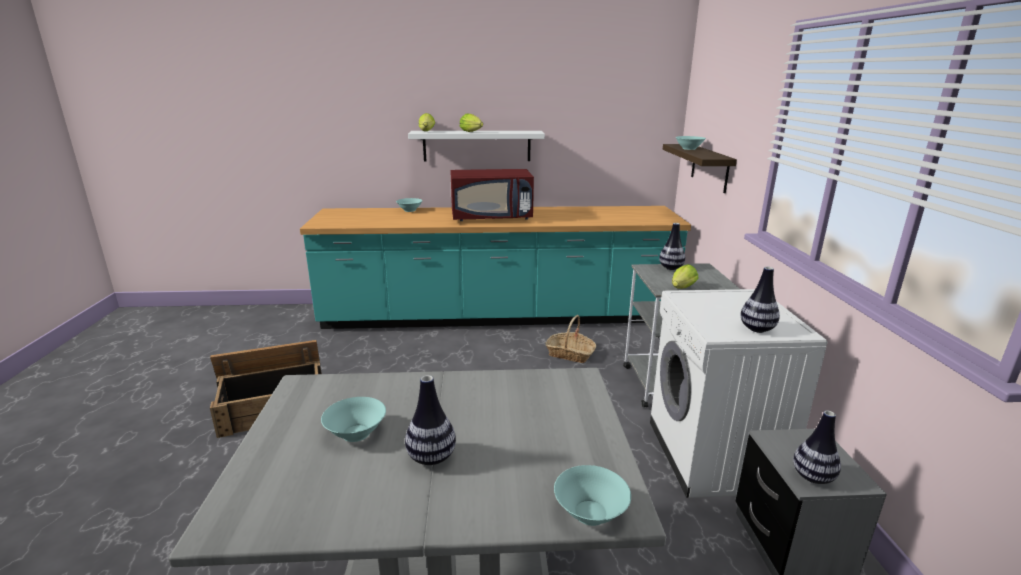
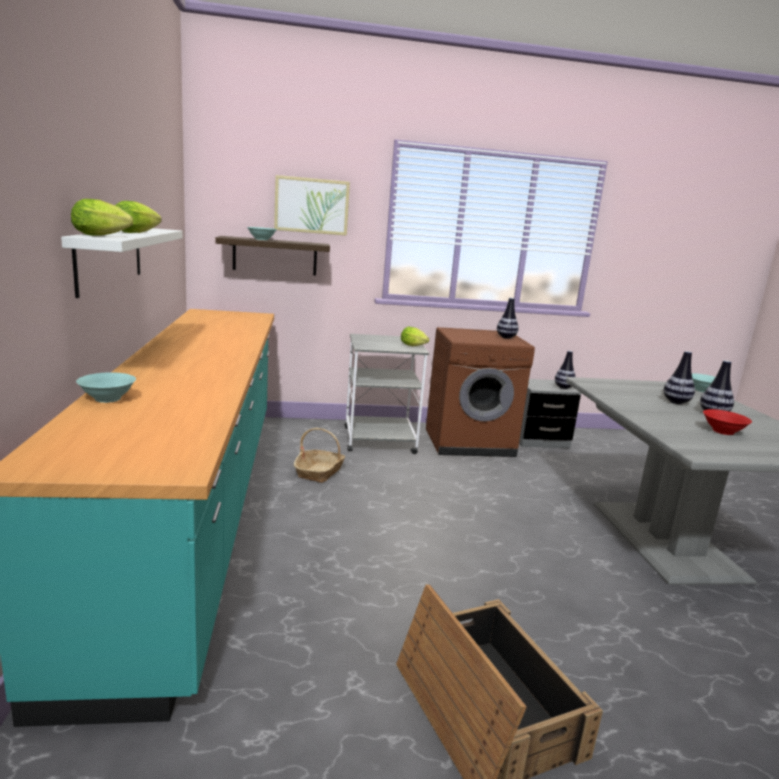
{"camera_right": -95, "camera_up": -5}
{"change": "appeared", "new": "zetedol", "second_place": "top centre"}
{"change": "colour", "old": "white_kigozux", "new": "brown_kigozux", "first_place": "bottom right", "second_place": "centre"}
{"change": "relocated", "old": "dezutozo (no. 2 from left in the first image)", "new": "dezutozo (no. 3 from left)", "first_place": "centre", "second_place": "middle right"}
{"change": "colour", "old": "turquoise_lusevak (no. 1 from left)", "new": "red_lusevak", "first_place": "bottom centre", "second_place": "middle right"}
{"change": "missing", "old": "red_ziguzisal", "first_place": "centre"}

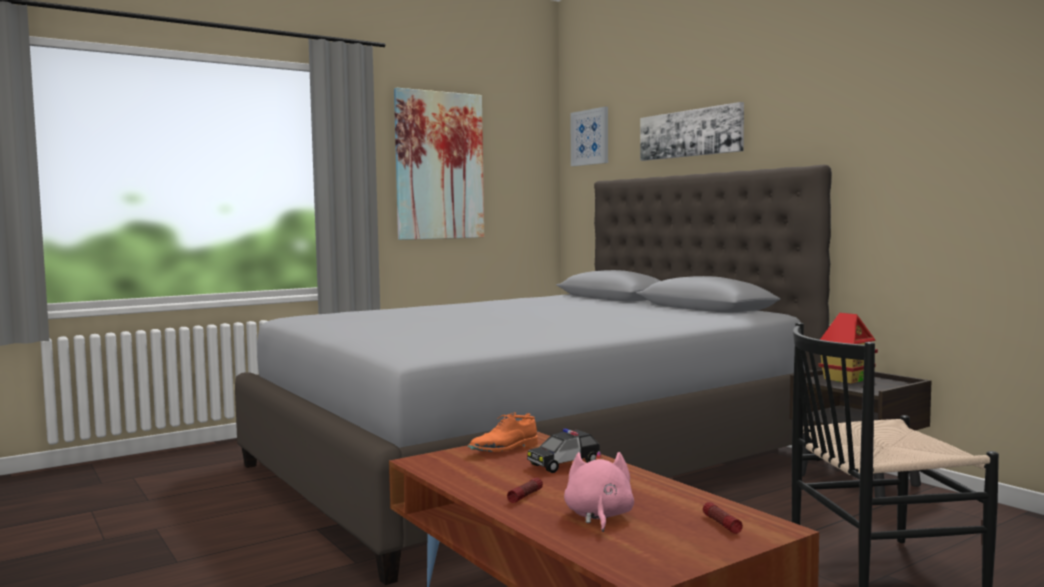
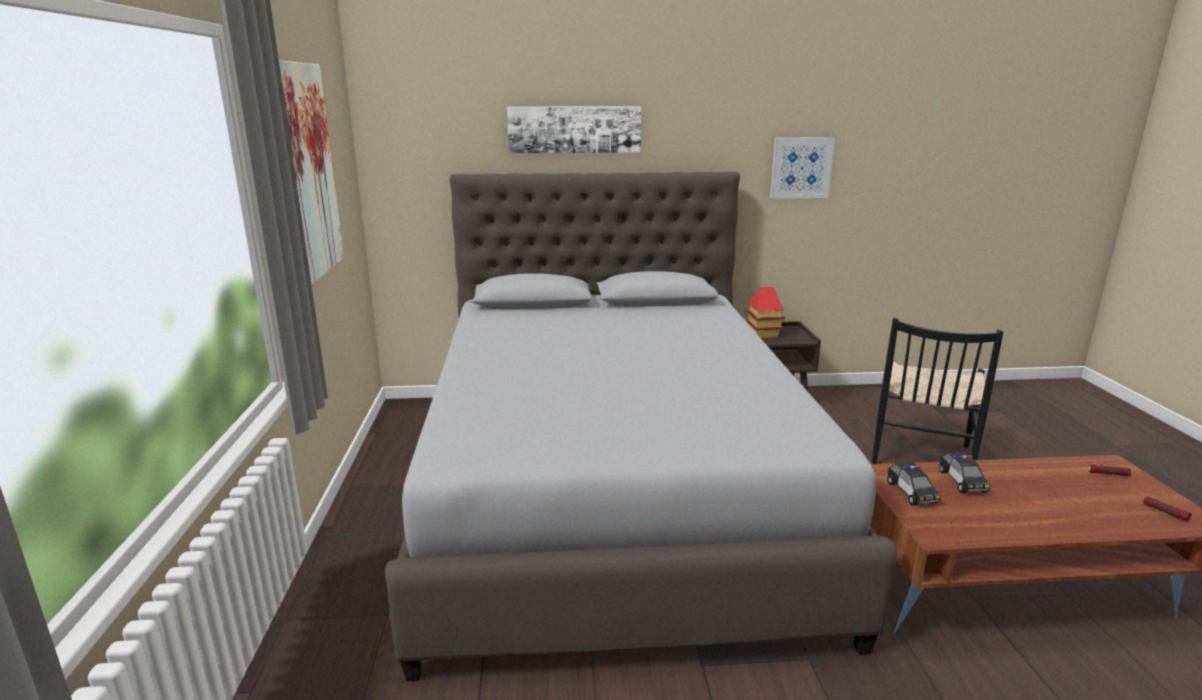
{"camera_right": -60, "camera_up": 15}
{"change": "relocated", "old": "zetedol (no. 2 from left in the first image)", "new": "zetedol (no. 3 from left)", "first_place": "top centre", "second_place": "top right"}
{"change": "exchanged", "old": "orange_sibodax", "new": "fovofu (no. 1 from left)", "first_place": "bottom centre", "second_place": "bottom right"}
{"change": "relocated", "old": "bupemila (no. 1 from left in the first image)", "new": "bupemila (no. 2 from left)", "first_place": "bottom centre", "second_place": "bottom right"}
{"change": "missing", "old": "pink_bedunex", "first_place": "bottom centre"}

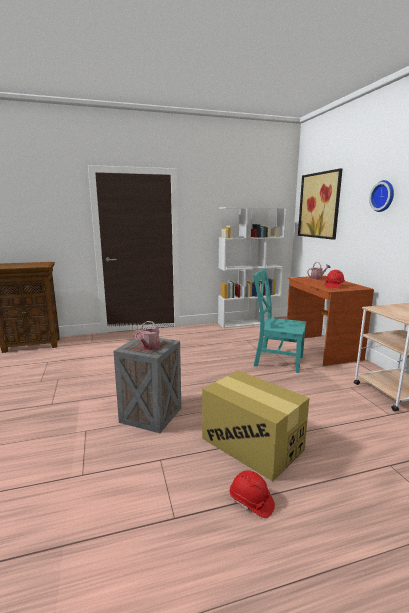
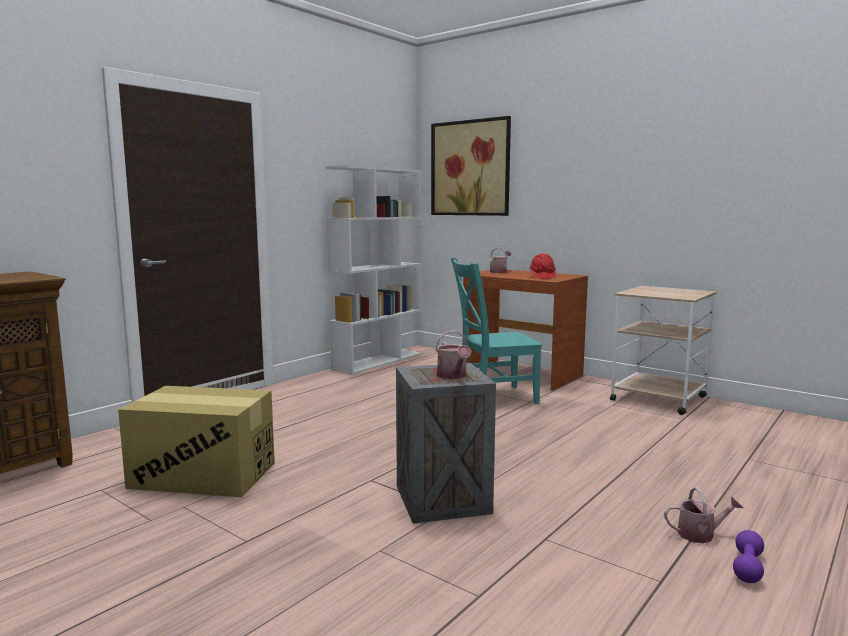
{"camera_right": -35, "camera_up": -5}
{"change": "relocated", "old": "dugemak", "first_place": "bottom centre", "second_place": "bottom left"}
{"change": "exchanged", "old": "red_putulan (no. 1 from left)", "new": "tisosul (no. 3 from left)", "first_place": "bottom centre", "second_place": "bottom right"}
{"change": "appeared", "new": "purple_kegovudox", "second_place": "bottom right"}
{"change": "missing", "old": "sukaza", "first_place": "top right"}

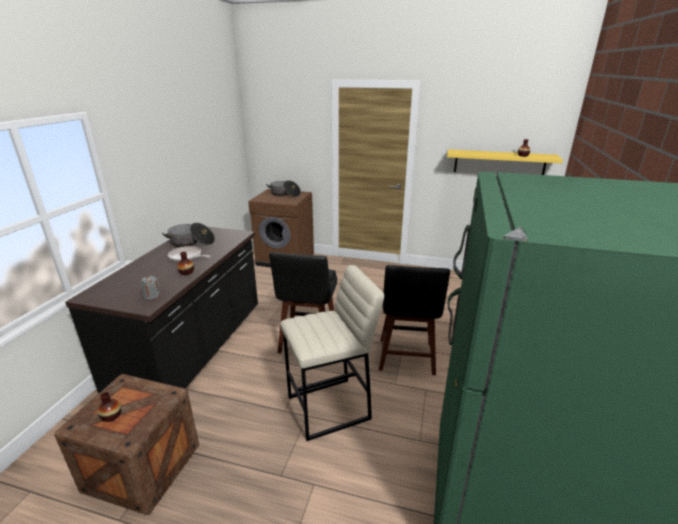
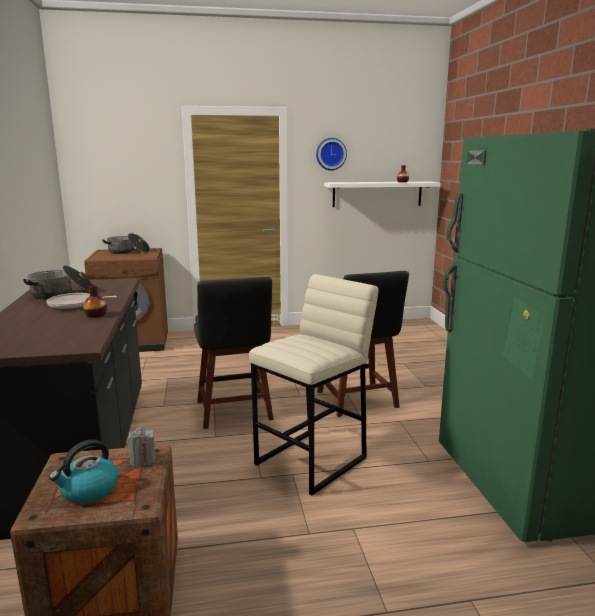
{"camera_right": -25, "camera_up": -10}
{"change": "exchanged", "old": "dezutozo (no. 1 from left)", "new": "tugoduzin", "first_place": "bottom left", "second_place": "bottom left"}
{"change": "relocated", "old": "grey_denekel", "first_place": "middle left", "second_place": "bottom left"}
{"change": "appeared", "new": "sukaza", "second_place": "top centre"}
{"change": "colour", "old": "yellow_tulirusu", "new": "white_tulirusu", "first_place": "top right", "second_place": "top centre"}

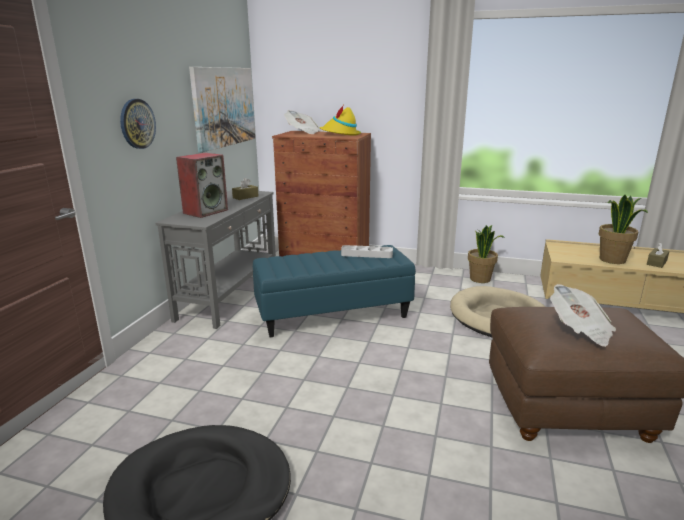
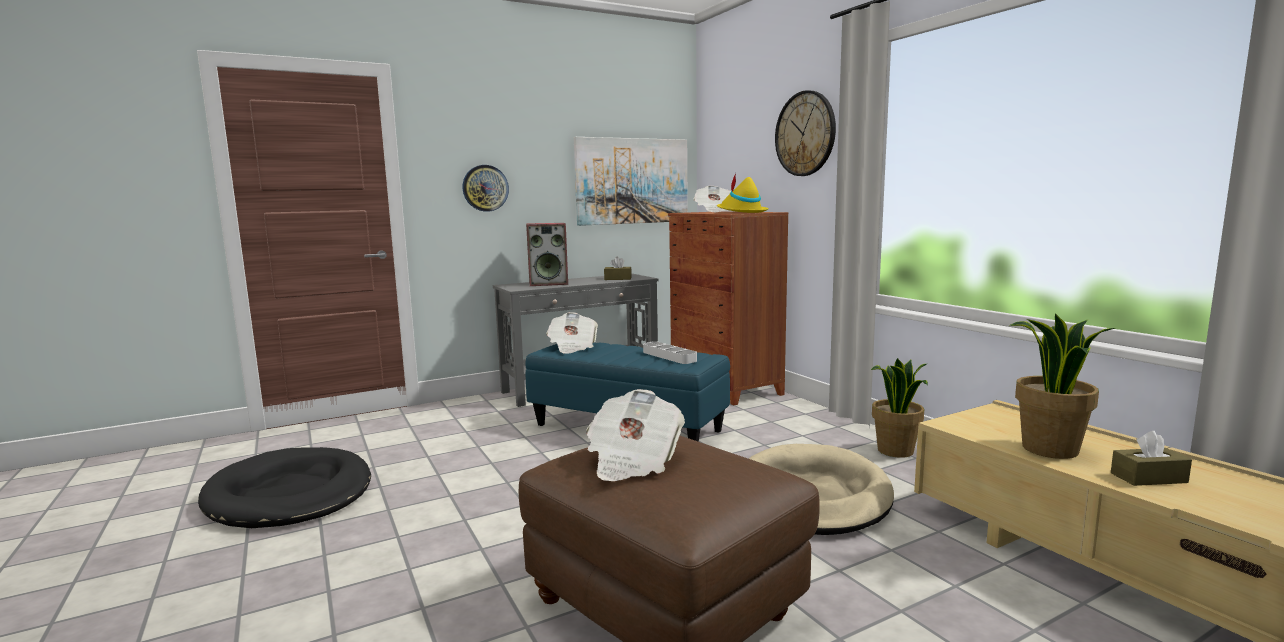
{"camera_right": 45, "camera_up": -10}
{"change": "appeared", "new": "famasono (no. 1 from left)", "second_place": "centre"}
{"change": "appeared", "new": "sukaza (no. 2 from left)", "second_place": "top centre"}

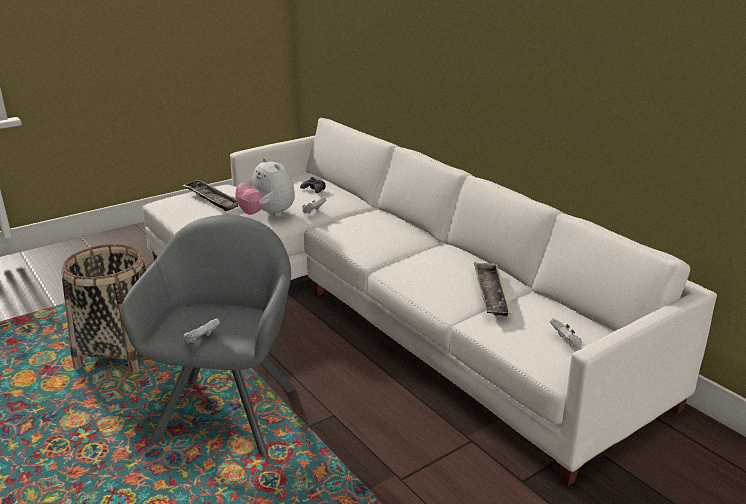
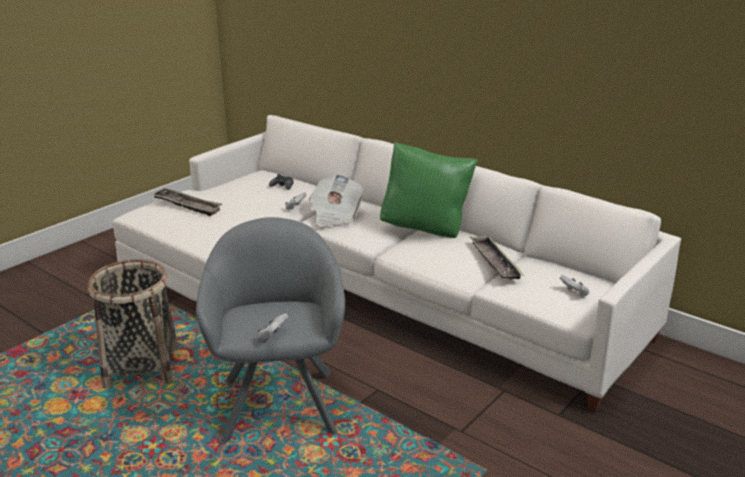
{"camera_right": -15, "camera_up": 0}
{"change": "appeared", "new": "famasono", "second_place": "centre"}
{"change": "appeared", "new": "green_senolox", "second_place": "centre"}
{"change": "missing", "old": "bedunex", "first_place": "centre"}

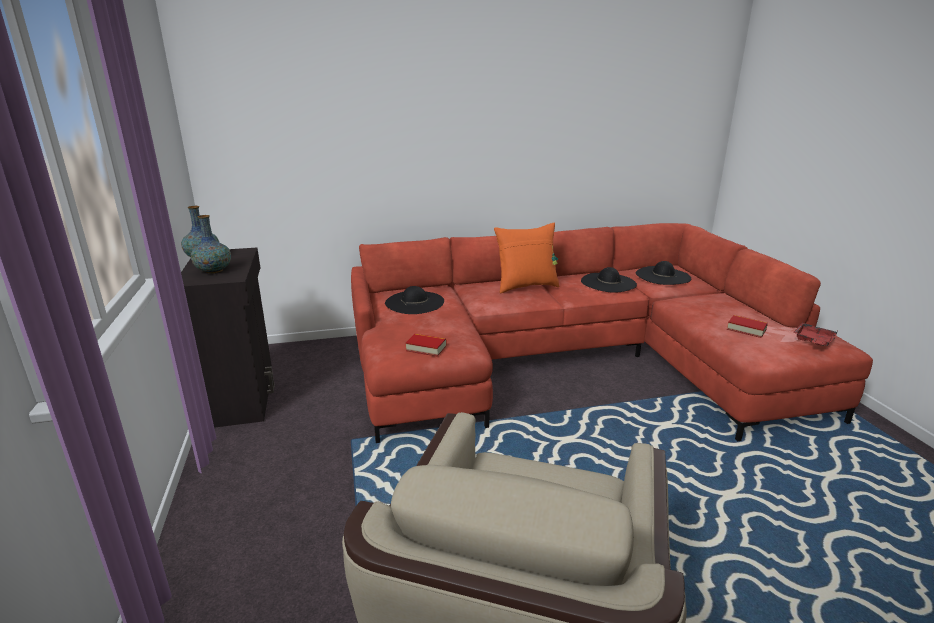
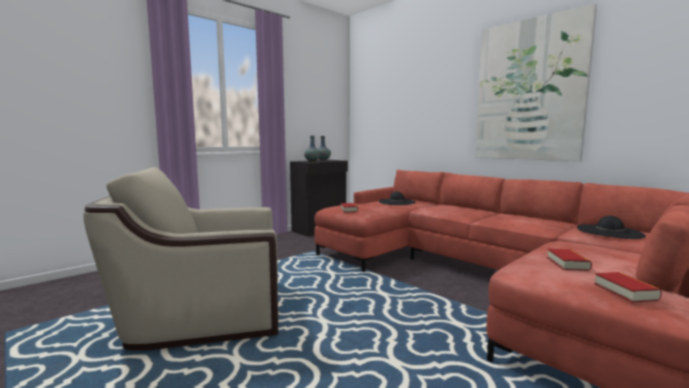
{"camera_right": 60, "camera_up": -15}
{"change": "appeared", "new": "zetedol", "second_place": "top right"}
{"change": "exchanged", "old": "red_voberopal", "new": "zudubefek (no. 3 from left)", "first_place": "middle right", "second_place": "bottom right"}
{"change": "missing", "old": "orange_senolox", "first_place": "centre"}
{"change": "missing", "old": "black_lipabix (no. 2 from left)", "first_place": "centre"}

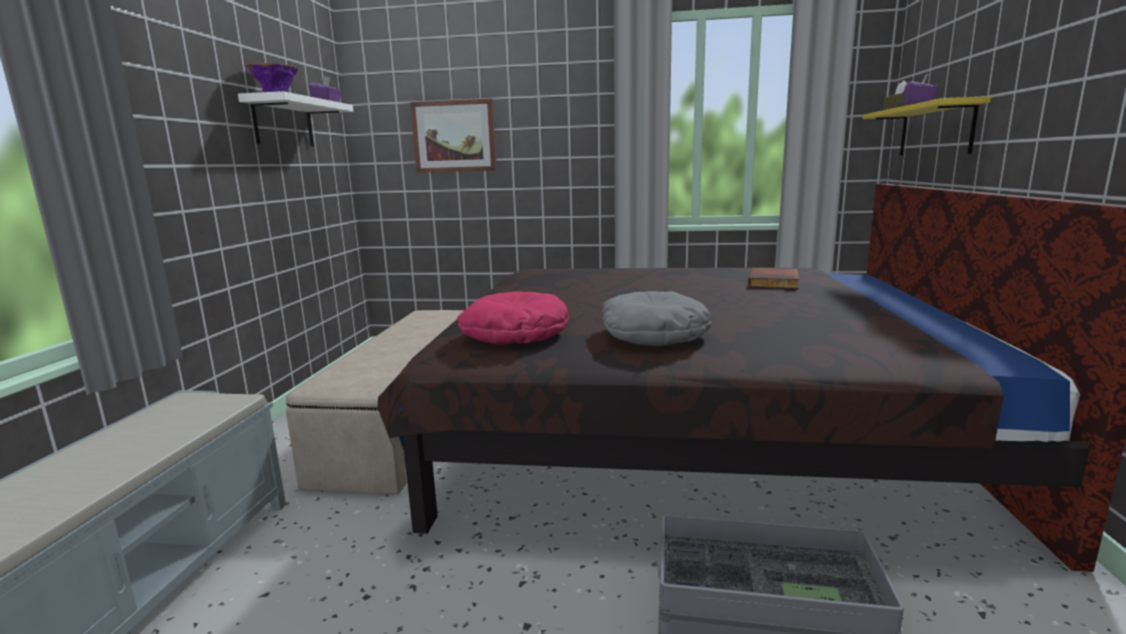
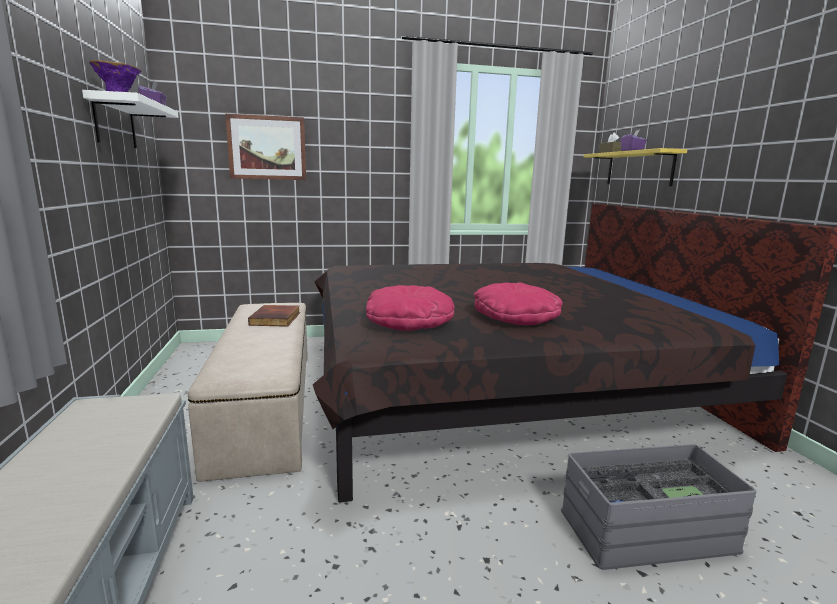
{"camera_right": -20, "camera_up": 0}
{"change": "relocated", "old": "zudubefek", "first_place": "middle right", "second_place": "middle left"}
{"change": "colour", "old": "grey_senolox", "new": "pink_senolox (no. 2 from left)", "first_place": "centre", "second_place": "centre"}

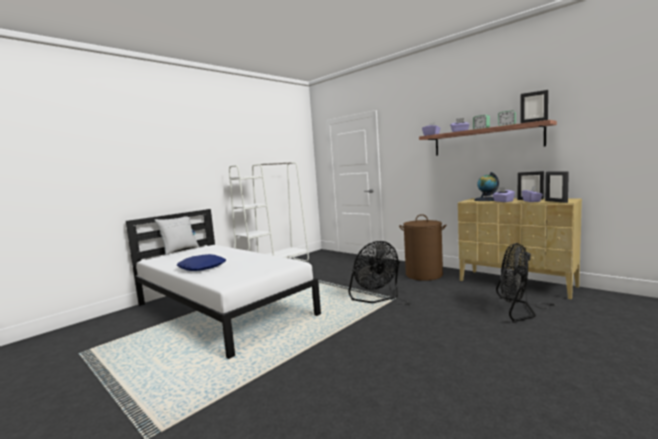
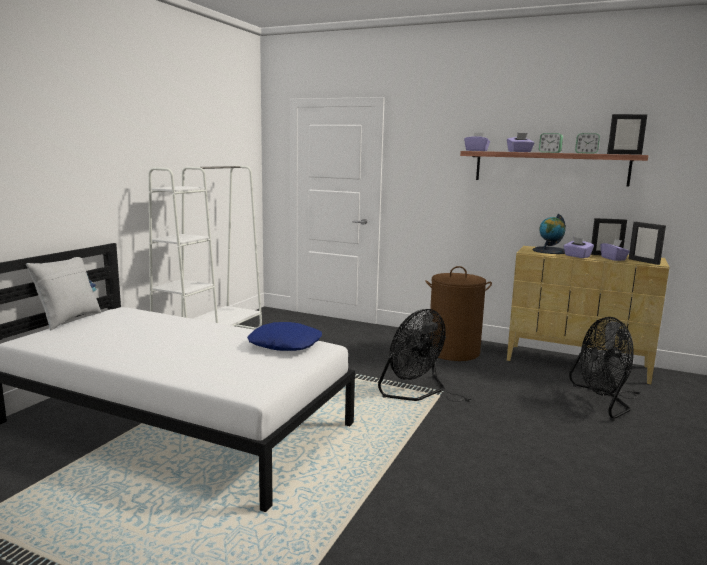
{"camera_right": -20, "camera_up": 5}
{"change": "relocated", "old": "blue_senolox", "first_place": "middle left", "second_place": "centre"}

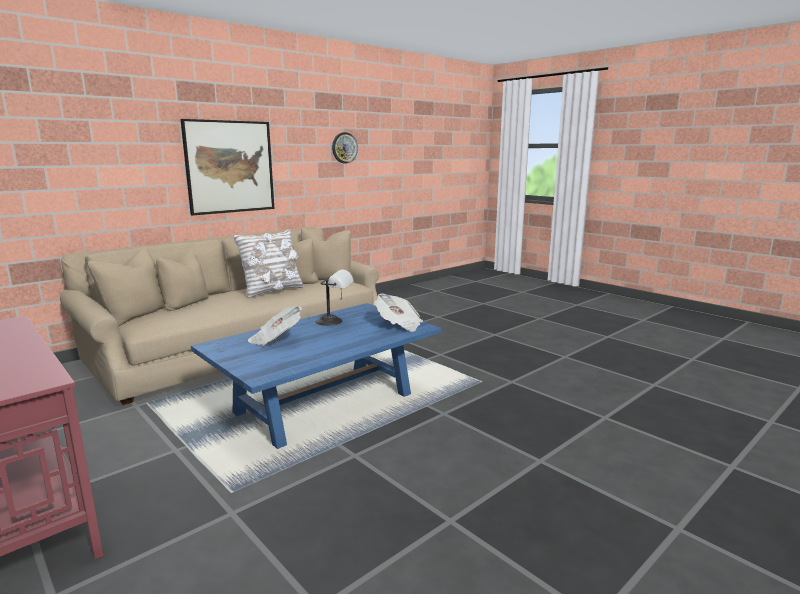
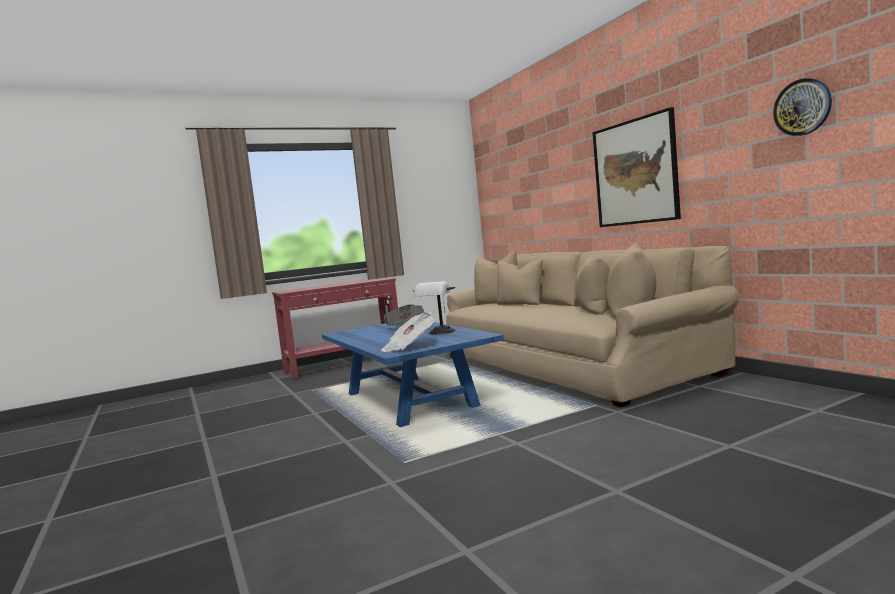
{"camera_right": 105, "camera_up": -10}
{"change": "missing", "old": "white_senolox", "first_place": "centre"}

